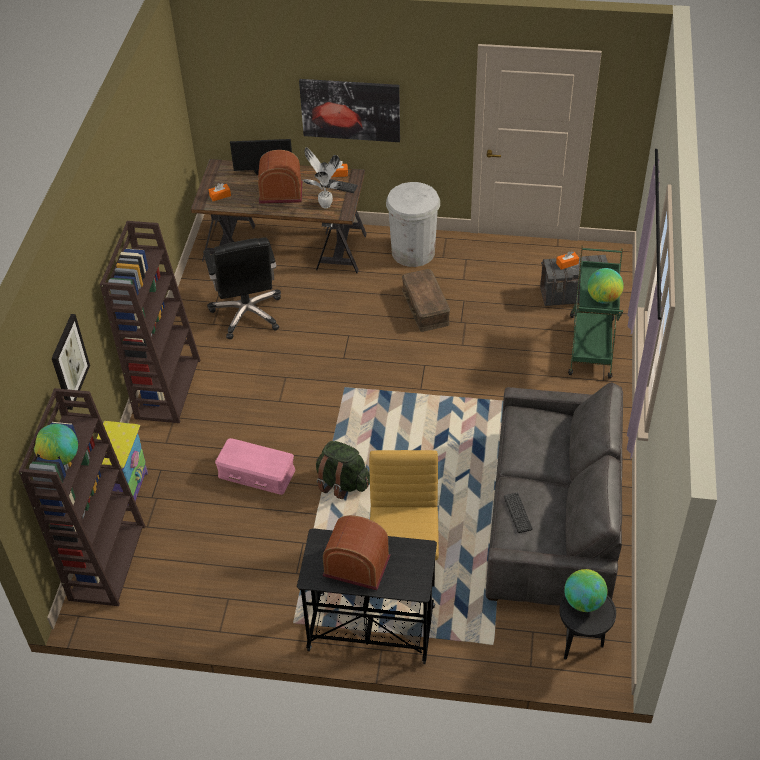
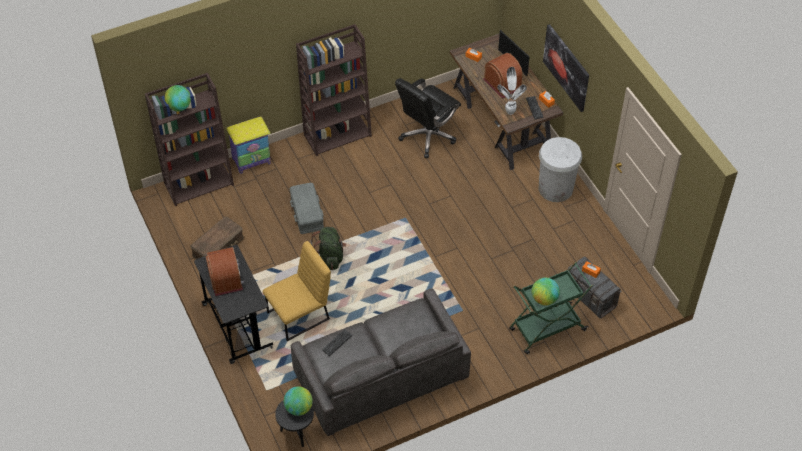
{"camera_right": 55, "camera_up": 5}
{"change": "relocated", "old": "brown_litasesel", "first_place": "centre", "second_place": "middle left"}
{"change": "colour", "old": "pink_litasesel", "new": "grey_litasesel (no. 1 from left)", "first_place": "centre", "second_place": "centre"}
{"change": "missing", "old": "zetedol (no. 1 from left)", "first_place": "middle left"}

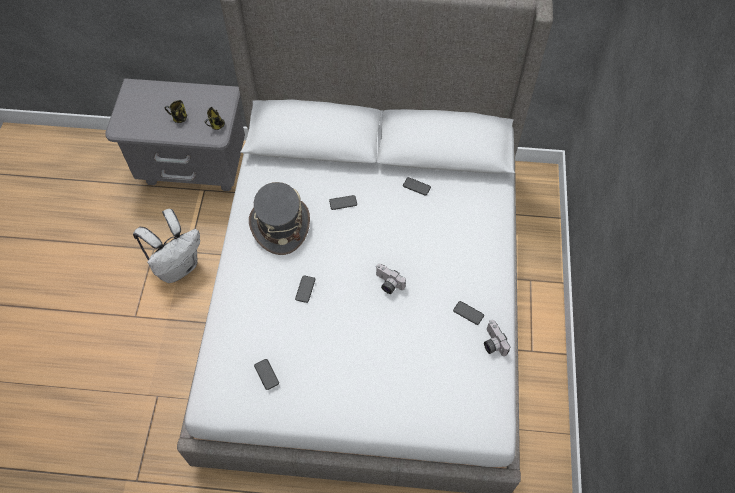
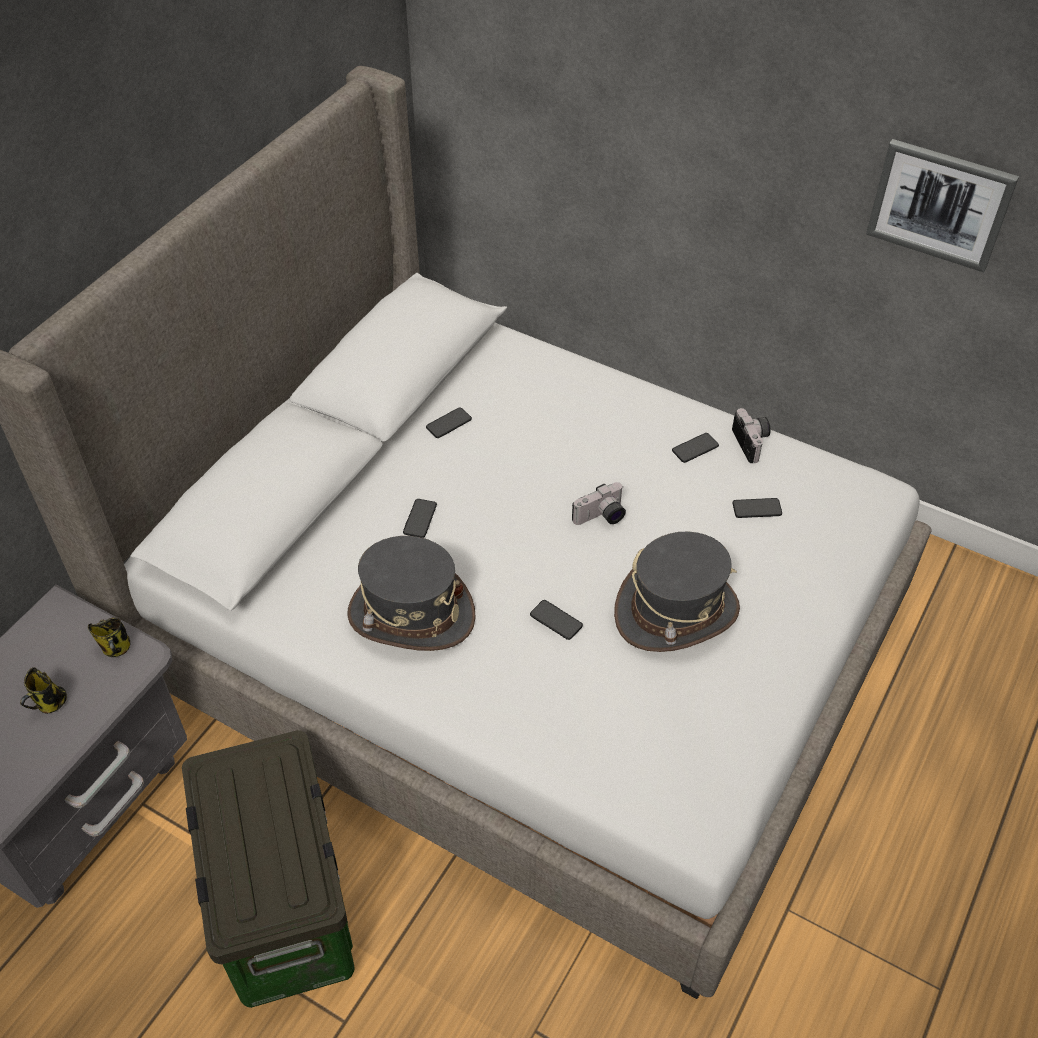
{"camera_right": -65, "camera_up": -10}
{"change": "exchanged", "old": "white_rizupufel", "new": "litasesel", "first_place": "middle left", "second_place": "bottom left"}
{"change": "appeared", "new": "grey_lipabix (no. 2 from left)", "second_place": "centre"}
{"change": "spun", "old": "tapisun (no. 2 from left)", "first_place": "bottom right", "second_place": "middle right", "degrees": -105}
{"change": "relocated", "old": "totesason (no. 1 from left in the first image)", "new": "totesason (no. 5 from left)", "first_place": "bottom centre", "second_place": "middle right"}
{"change": "appeared", "new": "zetedol", "second_place": "top right"}

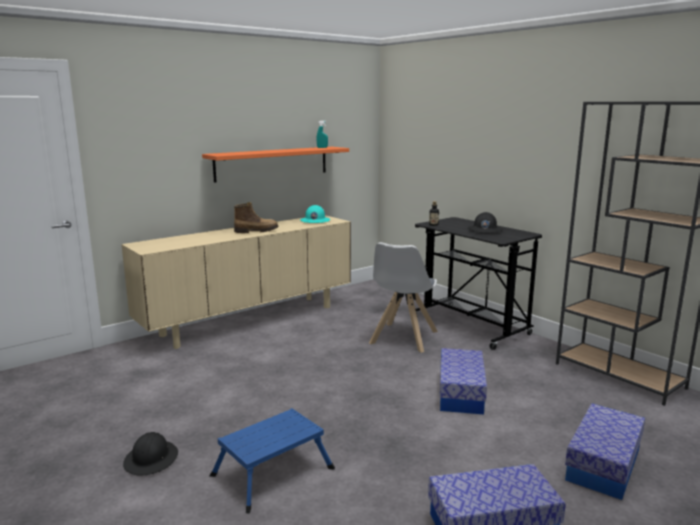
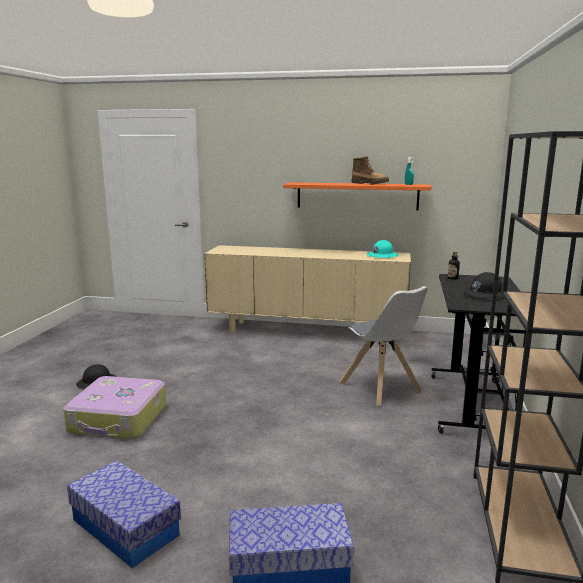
{"camera_right": 50, "camera_up": 0}
{"change": "exchanged", "old": "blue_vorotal", "new": "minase", "first_place": "bottom centre", "second_place": "bottom left"}
{"change": "spun", "old": "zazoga", "first_place": "centre", "second_place": "centre", "degrees": -105}
{"change": "relocated", "old": "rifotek", "first_place": "centre", "second_place": "top centre"}
{"change": "missing", "old": "litasesel (no. 1 from left)", "first_place": "bottom centre"}

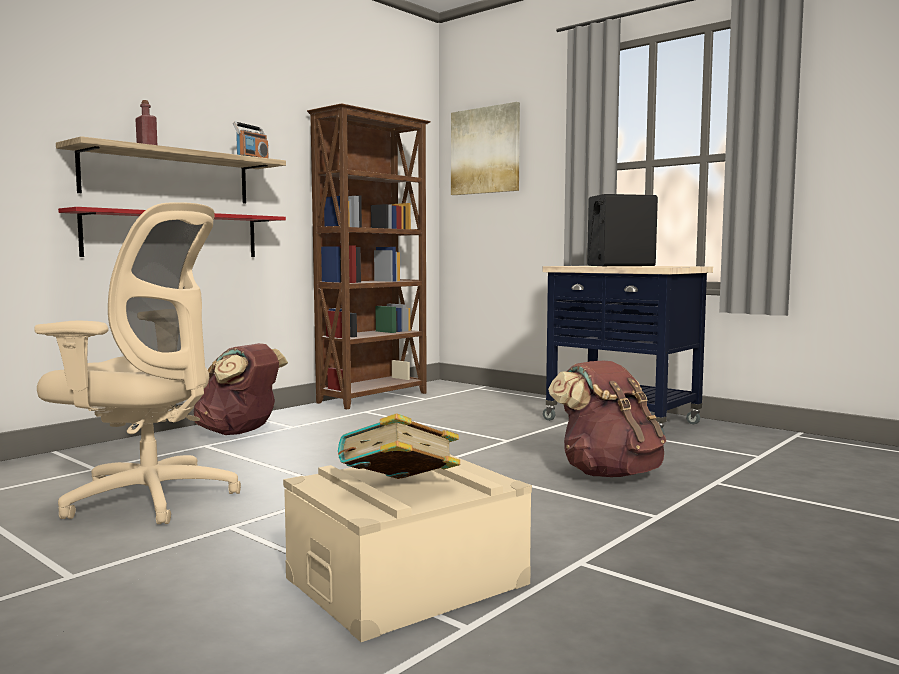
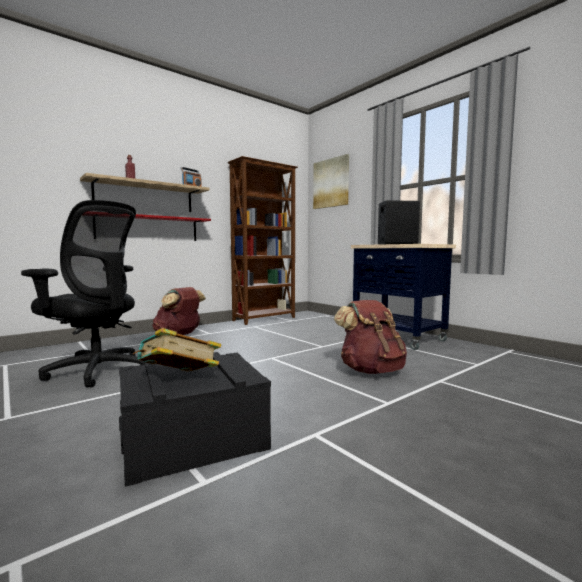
{"camera_right": 10, "camera_up": 0}
{"change": "colour", "old": "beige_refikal", "new": "black_refikal", "first_place": "middle left", "second_place": "middle left"}
{"change": "colour", "old": "beige_litasesel", "new": "black_litasesel", "first_place": "bottom centre", "second_place": "bottom centre"}

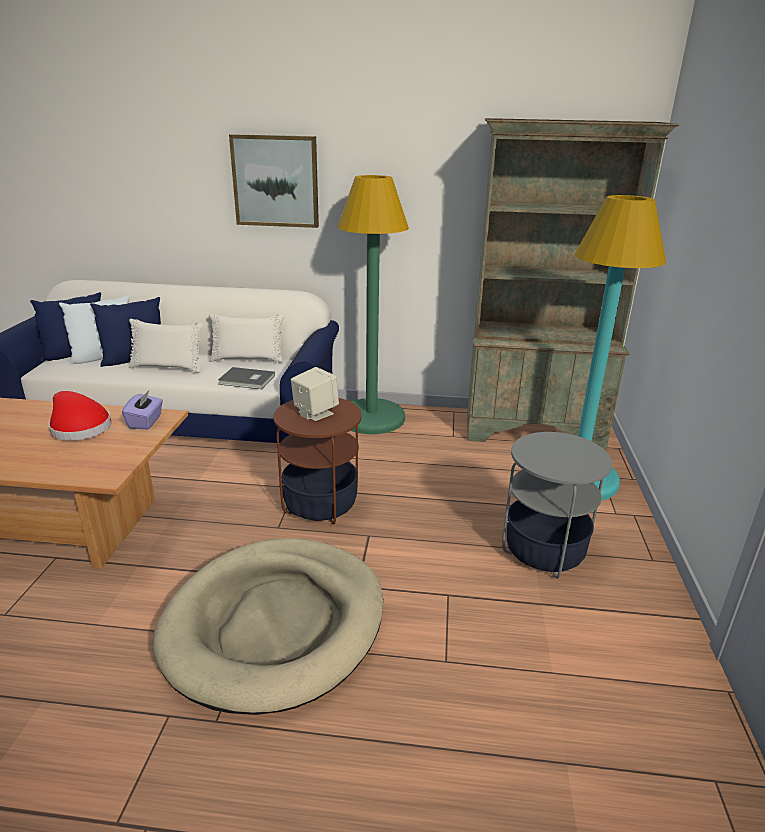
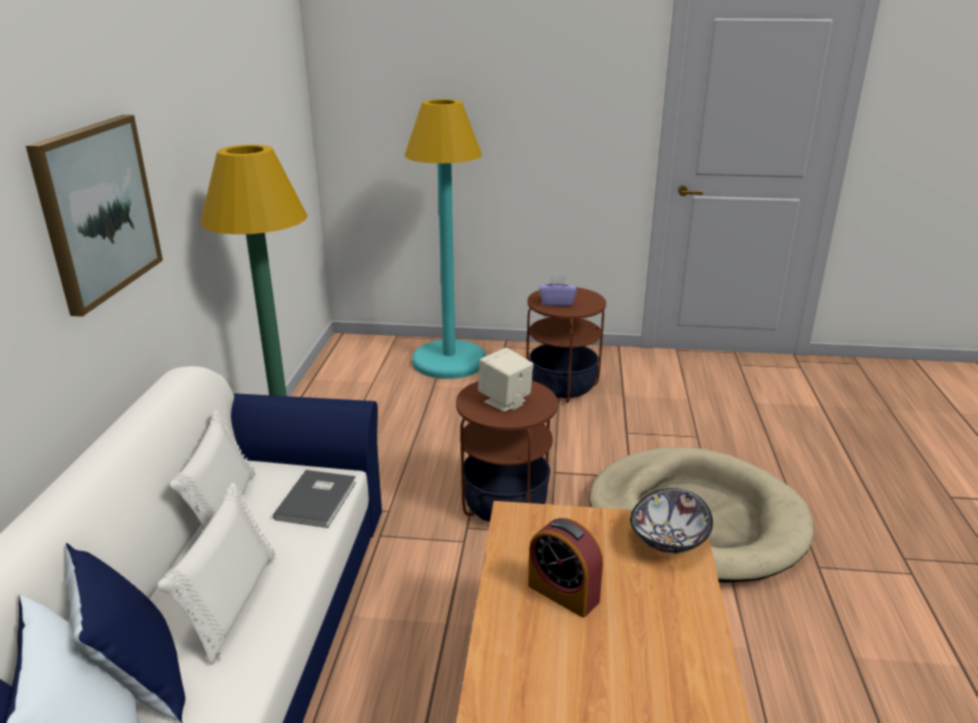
{"camera_right": -90, "camera_up": 0}
{"change": "colour", "old": "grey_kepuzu", "new": "brown_kepuzu (no. 2 from left)", "first_place": "middle right", "second_place": "centre"}
{"change": "exchanged", "old": "red_lipabix", "new": "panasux", "first_place": "middle left", "second_place": "bottom centre"}
{"change": "relocated", "old": "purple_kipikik", "first_place": "middle left", "second_place": "centre"}
{"change": "appeared", "new": "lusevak", "second_place": "bottom right"}
{"change": "missing", "old": "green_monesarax", "first_place": "middle right"}

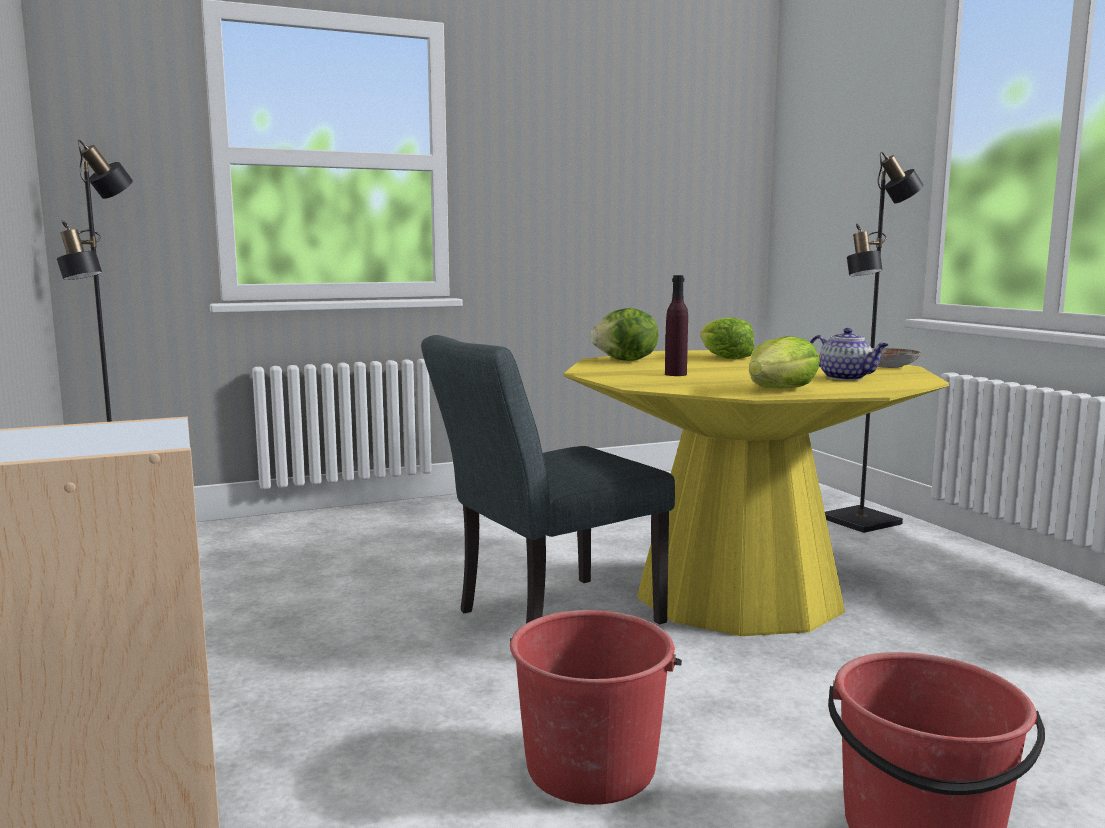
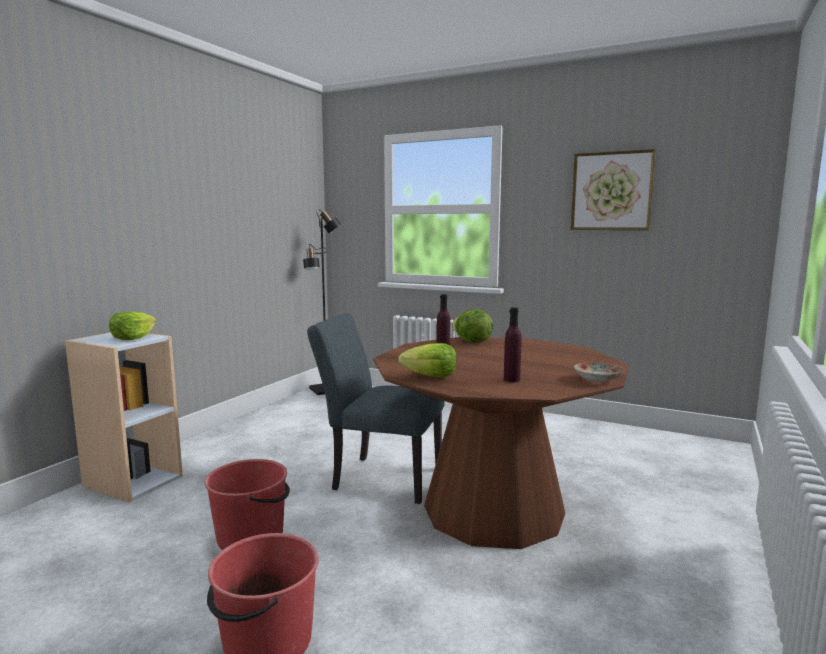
{"camera_right": 50, "camera_up": 0}
{"change": "relocated", "old": "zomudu (no. 2 from left in the first image)", "new": "zomudu (no. 1 from left)", "first_place": "centre", "second_place": "middle left"}
{"change": "colour", "old": "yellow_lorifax", "new": "brown_lorifax", "first_place": "middle right", "second_place": "bottom centre"}
{"change": "exchanged", "old": "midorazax", "new": "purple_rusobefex (no. 2 from left)", "first_place": "middle right", "second_place": "centre"}
{"change": "appeared", "new": "zetedol", "second_place": "top right"}
{"change": "missing", "old": "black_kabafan (no. 2 from left)", "first_place": "middle right"}

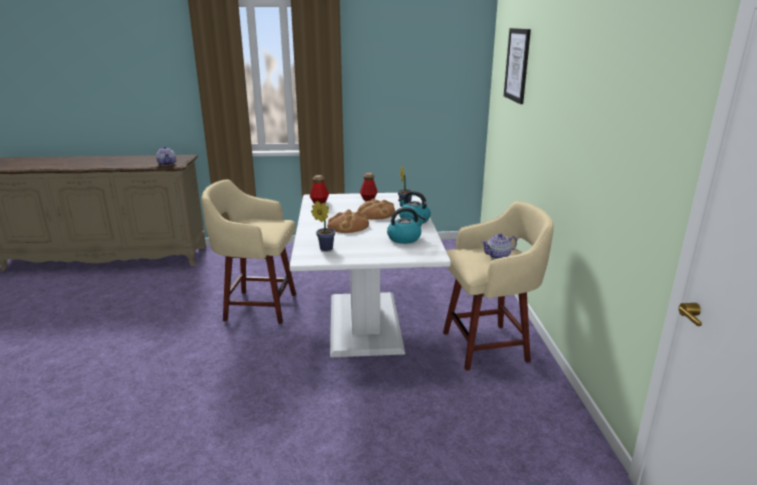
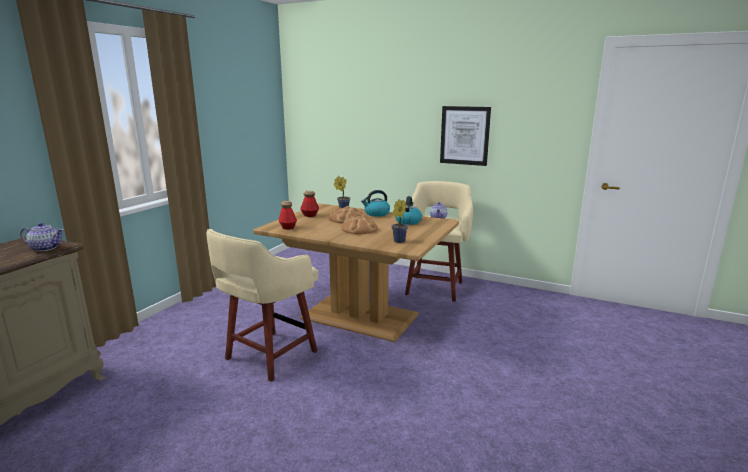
{"camera_right": -60, "camera_up": -5}
{"change": "colour", "old": "white_lorifax", "new": "brown_lorifax", "first_place": "centre", "second_place": "centre"}
{"change": "relocated", "old": "zetedol", "first_place": "top right", "second_place": "top centre"}

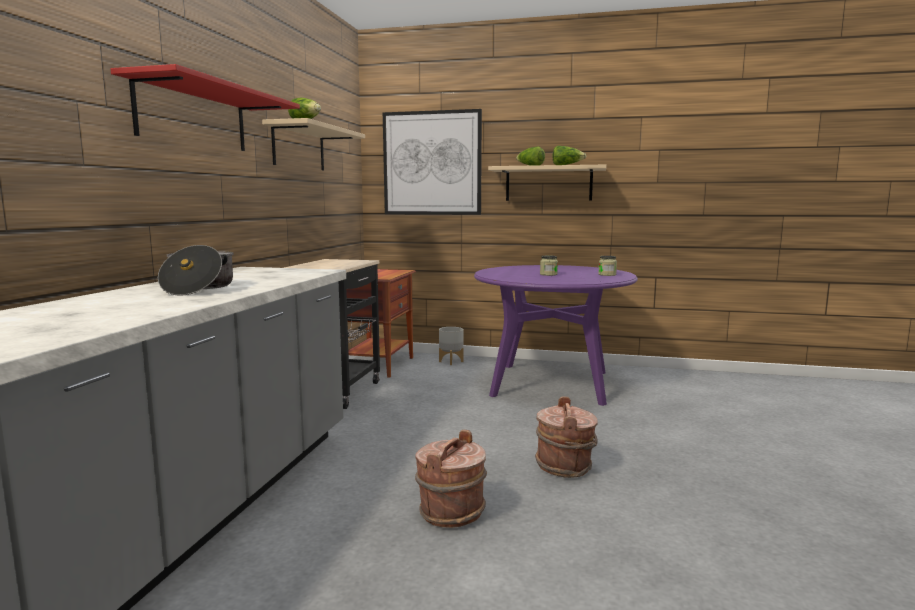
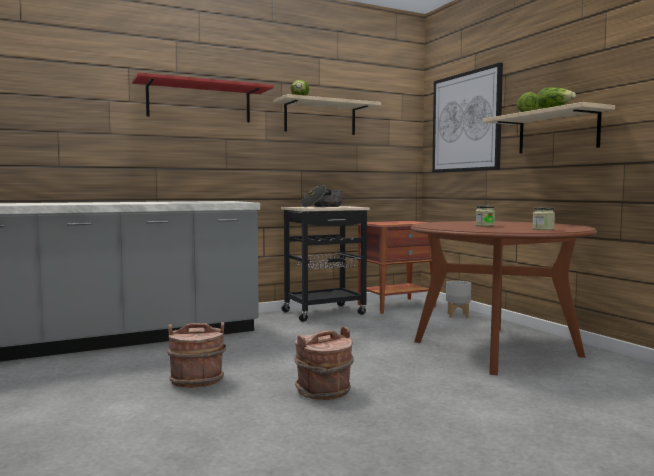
{"camera_right": 50, "camera_up": -5}
{"change": "relocated", "old": "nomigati", "first_place": "middle left", "second_place": "centre"}
{"change": "colour", "old": "purple_lorifax", "new": "brown_lorifax", "first_place": "centre", "second_place": "middle right"}

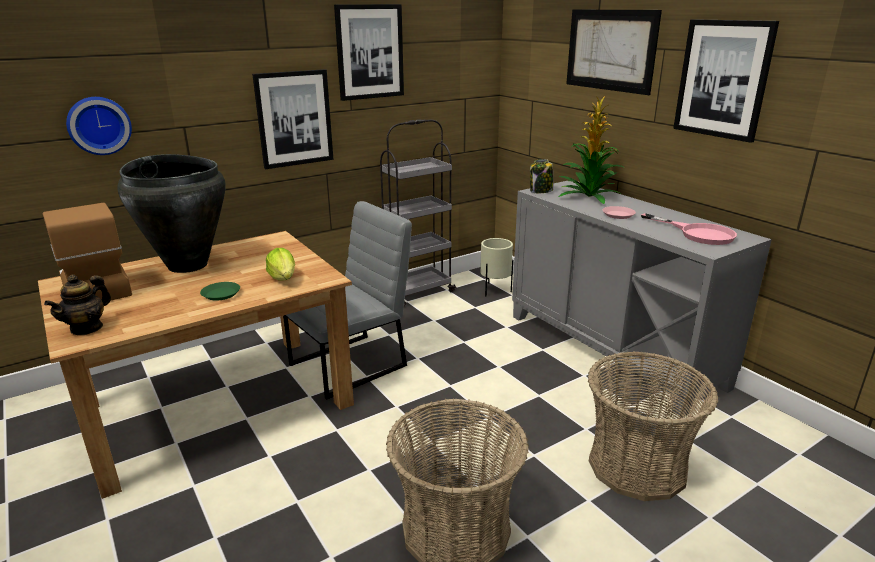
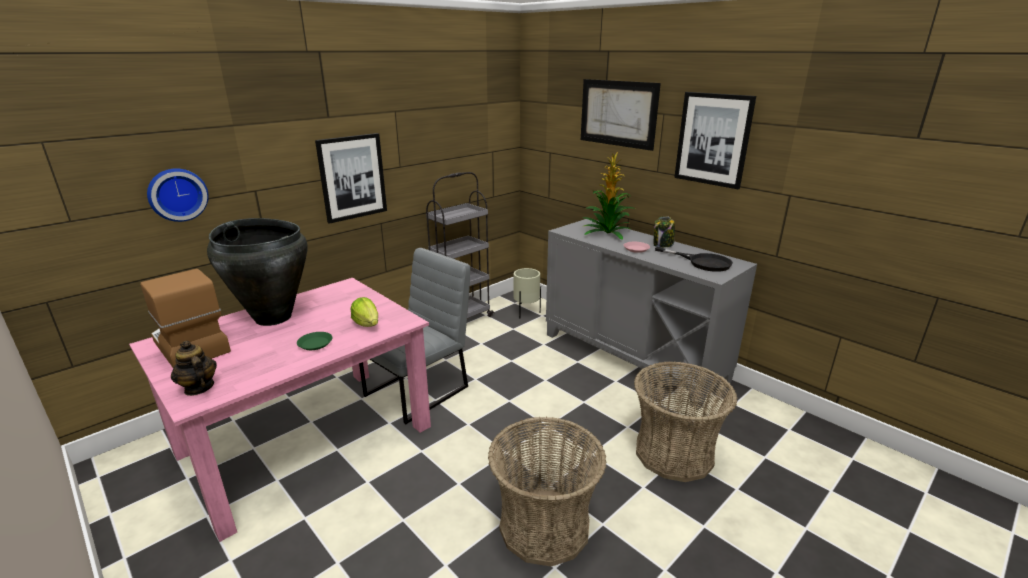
{"camera_right": -10, "camera_up": 0}
{"change": "colour", "old": "brown_lorifax", "new": "pink_lorifax", "first_place": "middle left", "second_place": "bottom left"}
{"change": "spun", "old": "midorazax", "first_place": "middle left", "second_place": "middle left", "degrees": 120}
{"change": "relocated", "old": "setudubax", "first_place": "top centre", "second_place": "centre"}
{"change": "colour", "old": "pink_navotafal", "new": "black_navotafal", "first_place": "middle right", "second_place": "middle right"}
{"change": "missing", "old": "zetedol (no. 2 from left)", "first_place": "top centre"}

